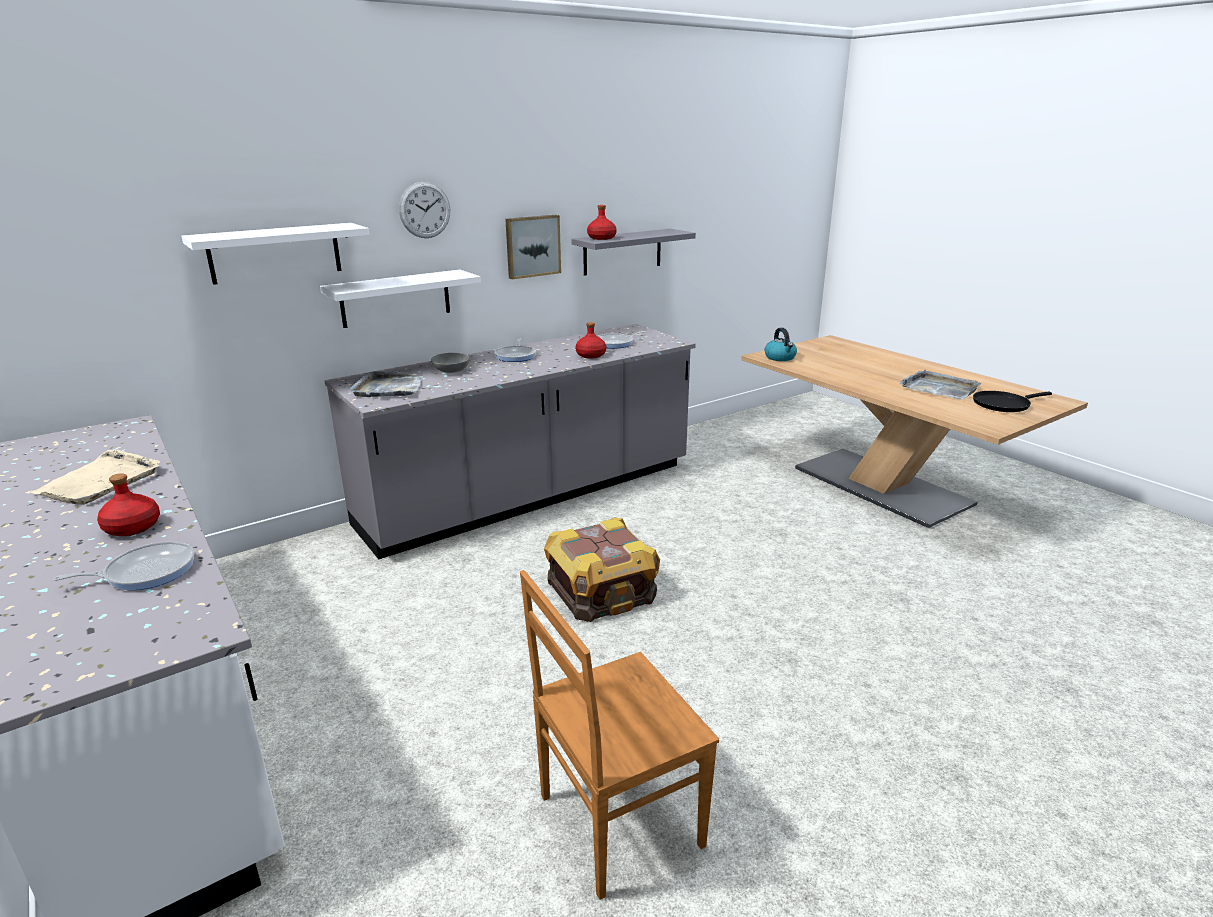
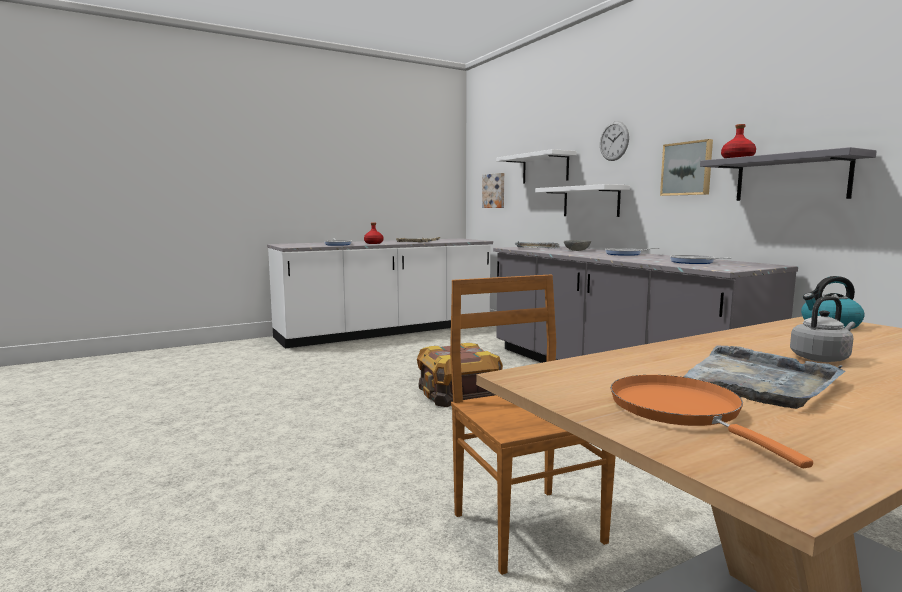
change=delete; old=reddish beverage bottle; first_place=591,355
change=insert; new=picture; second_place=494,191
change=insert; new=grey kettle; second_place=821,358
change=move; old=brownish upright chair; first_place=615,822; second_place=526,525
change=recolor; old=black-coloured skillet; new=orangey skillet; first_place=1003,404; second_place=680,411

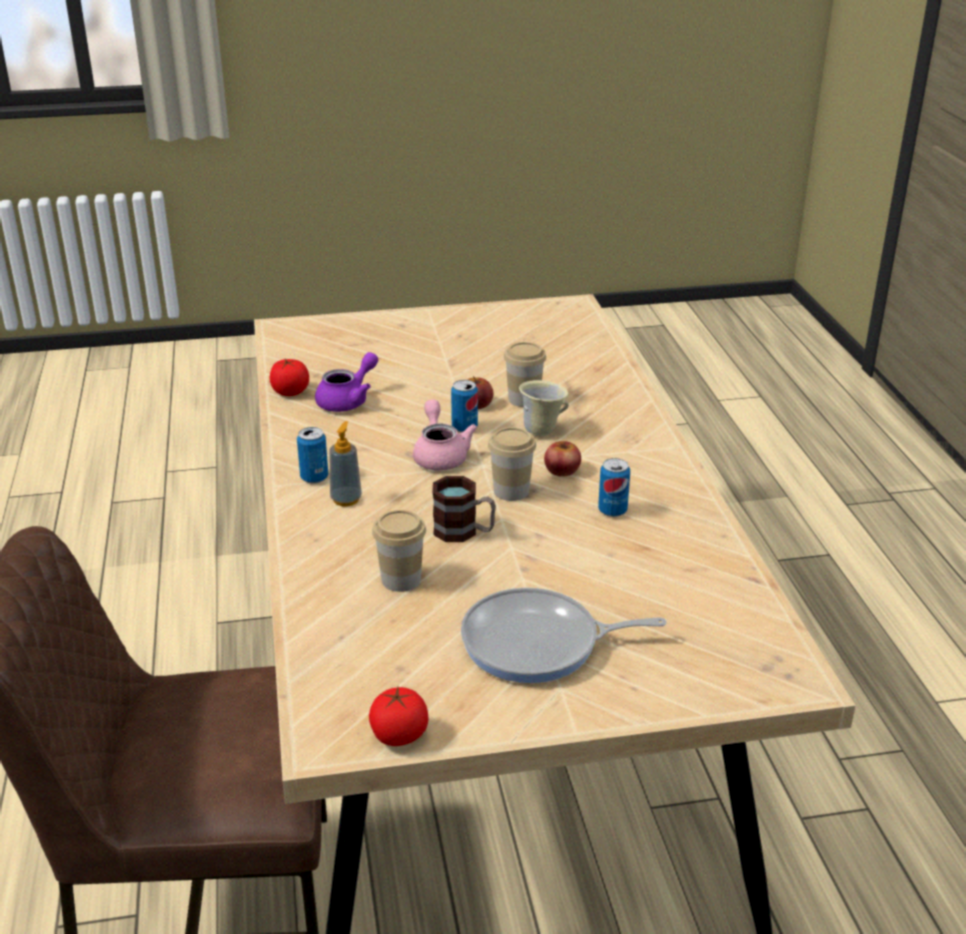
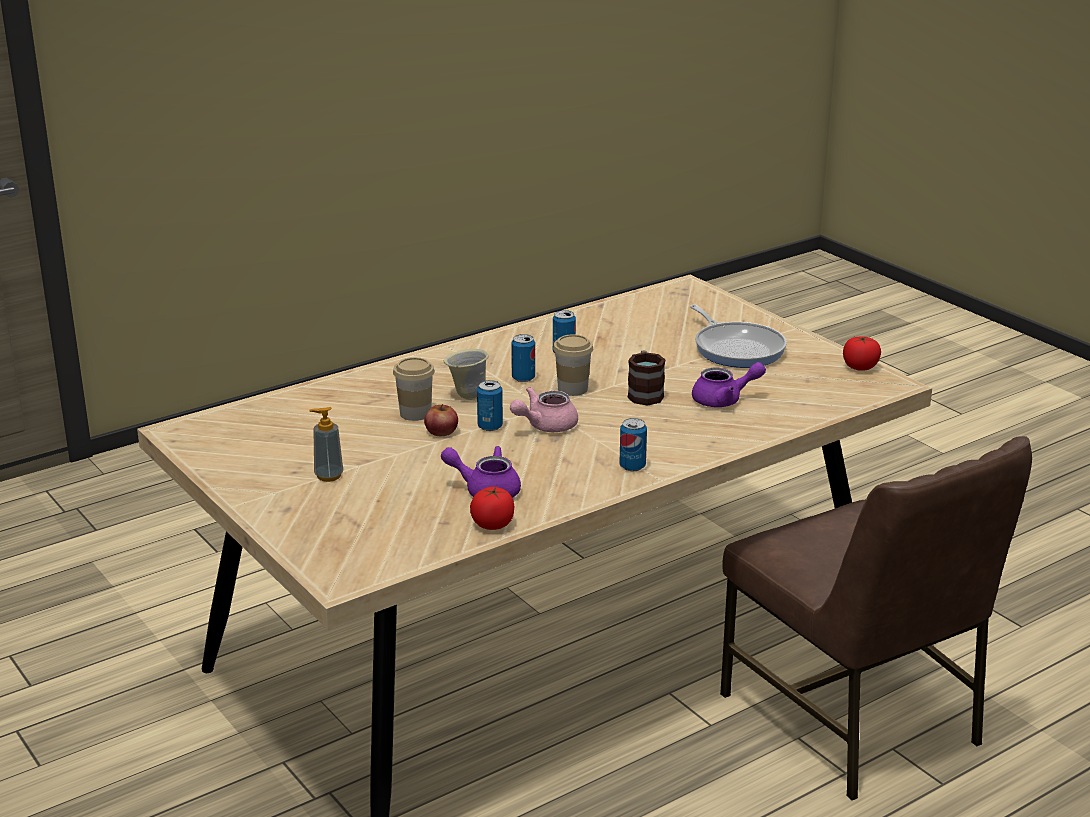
change=move; old=soap dispenser; first_place=346,499; second_place=328,476
change=replace; old=small cup; new=purple tea pot; first_place=401,579; second_place=724,400
change=replace; old=apple fruit; new=metal can; first_place=562,470; second_place=523,378

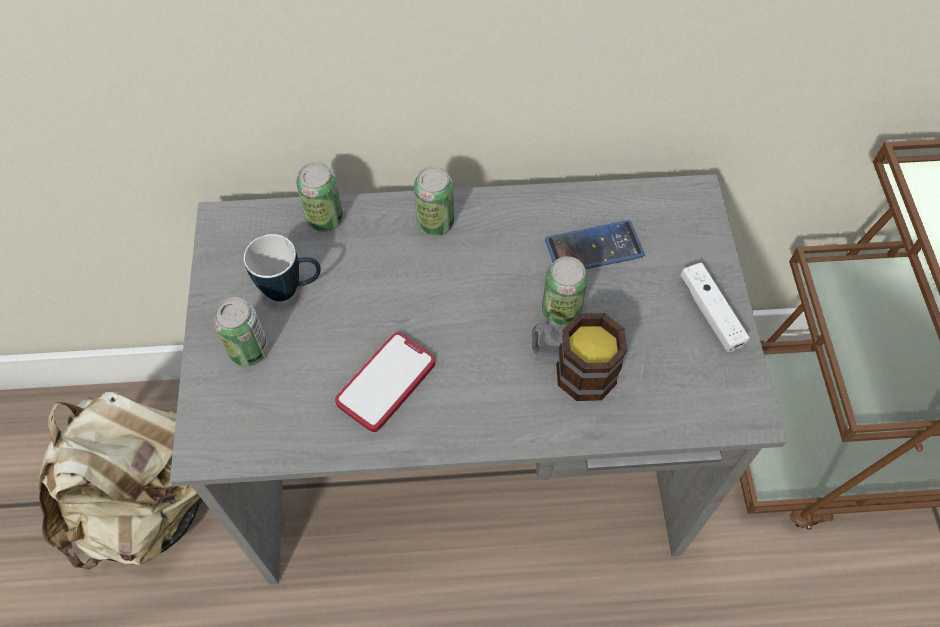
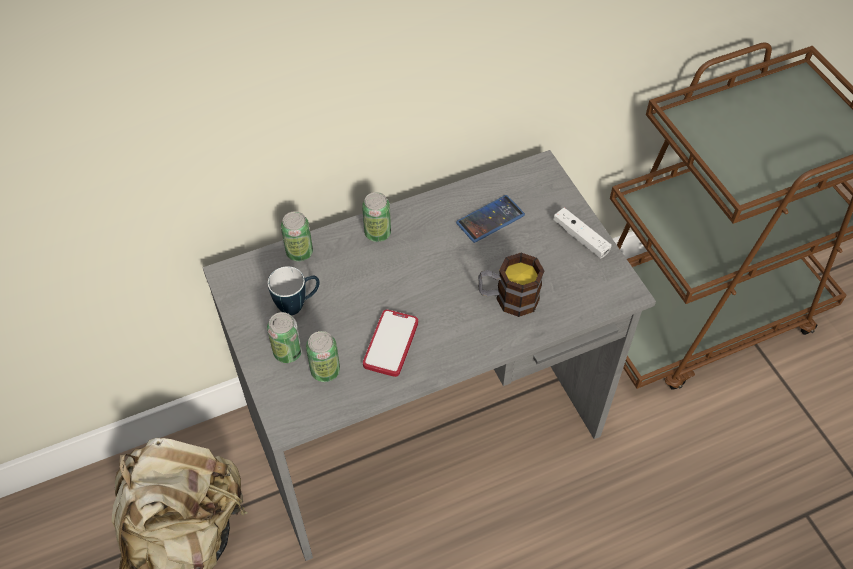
change=move; old=metal can; first_place=561,311; second_place=325,371

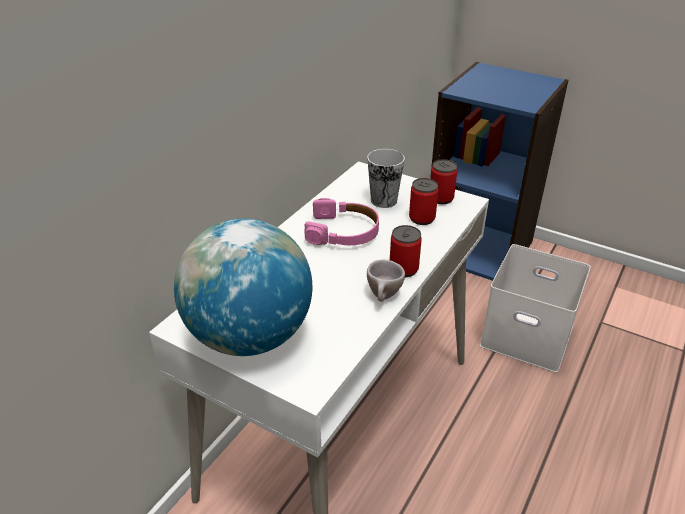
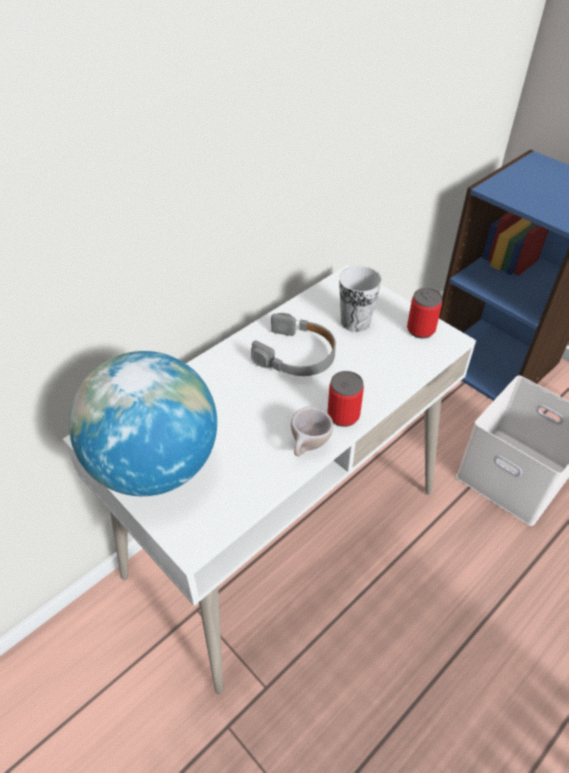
change=delete; old=metal can; first_place=422,218
change=recolor; old=pinkish headphones; new=grey headphones; first_place=343,232; second_place=296,355

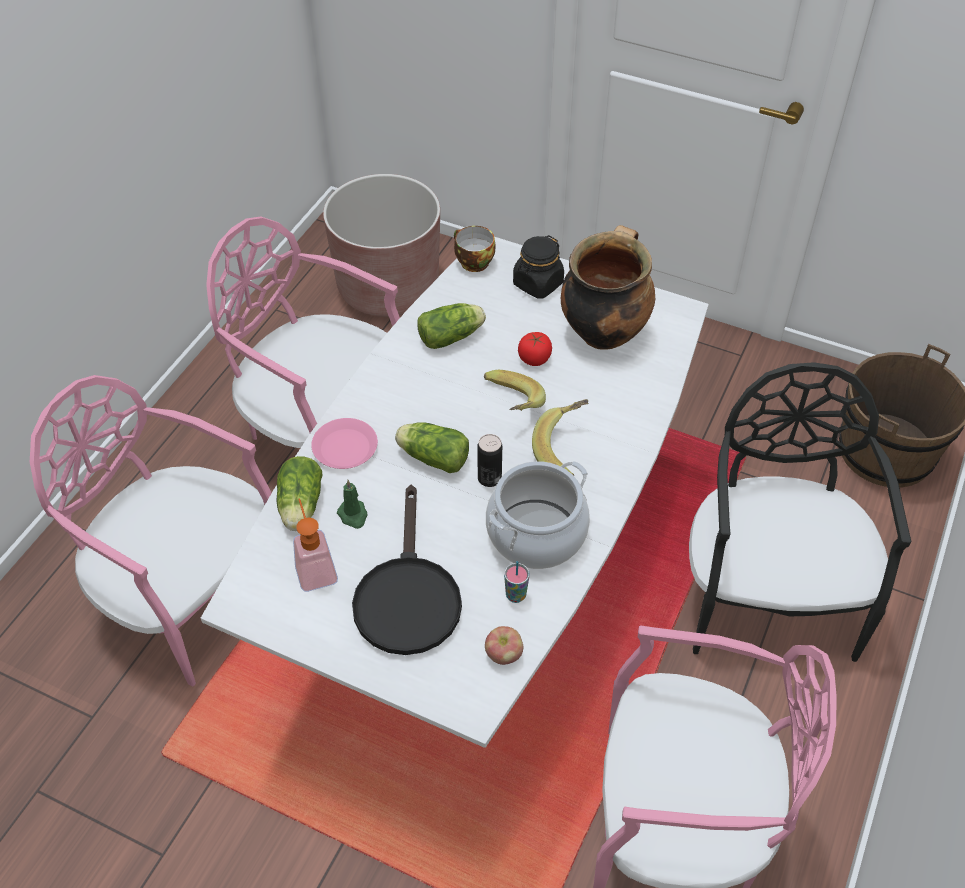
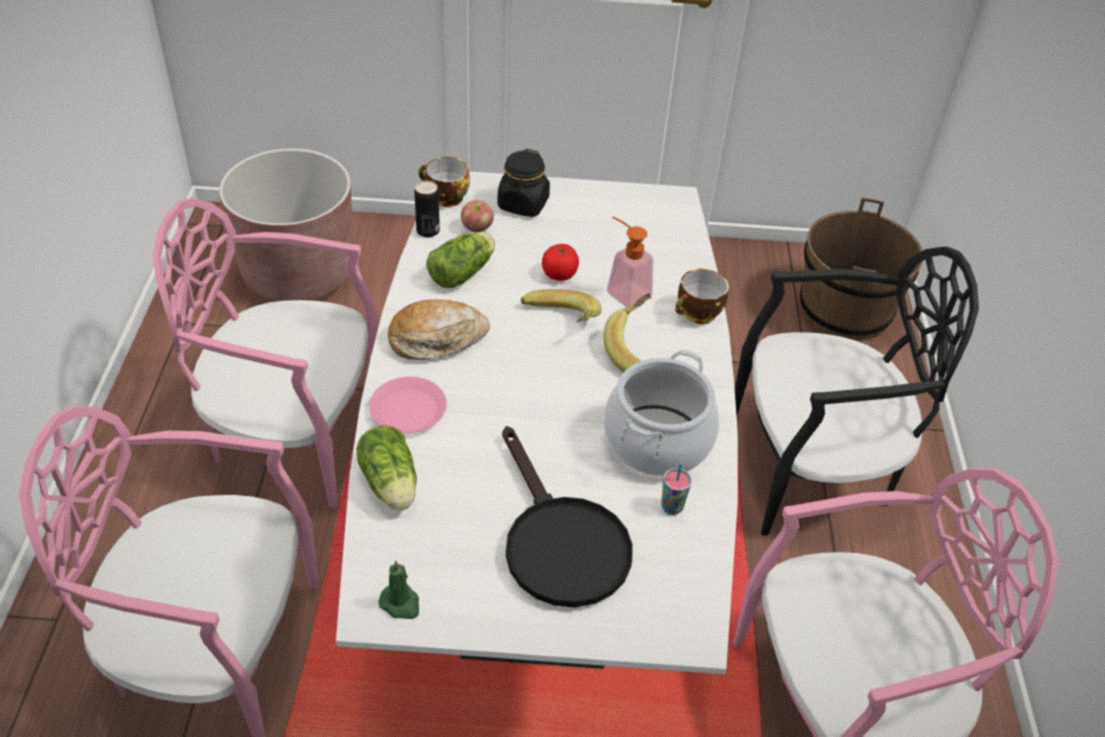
change=delete; old=head of lettuce; first_place=431,457
change=delete; old=saucepot; first_place=603,331
change=insert; new=bakery bread; second_place=437,339
change=insert; new=small cup; second_place=698,314
change=move; old=soap dispenser; first_place=314,568; second_place=623,290
change=move; old=green wax light; first_place=353,515; second_place=401,604
change=move; old=metal can; first_place=489,478; second_place=428,231
change=move; old=apple fruit; first_place=504,654; second_place=477,228
change=rotate; old=black-coloured upright chair; first_place=768,597; second_place=813,468; degrees=105

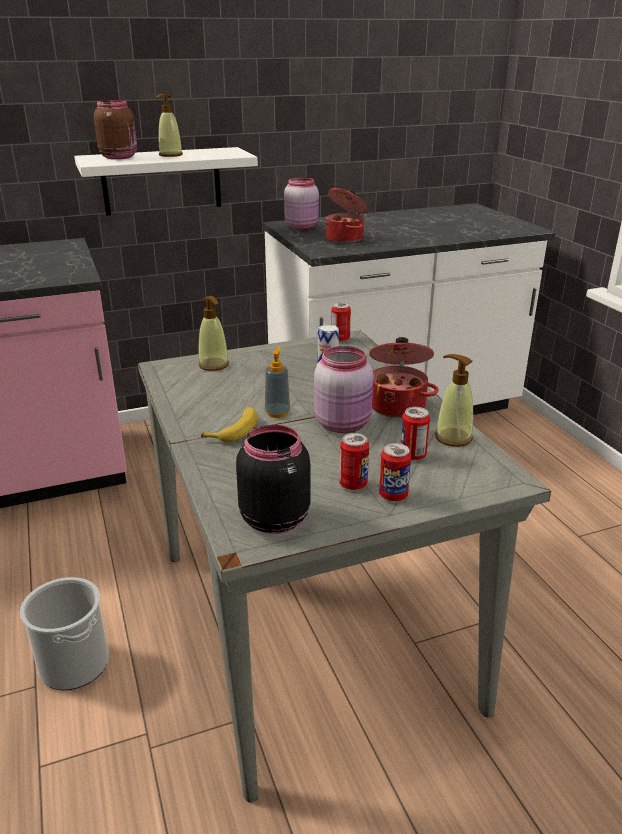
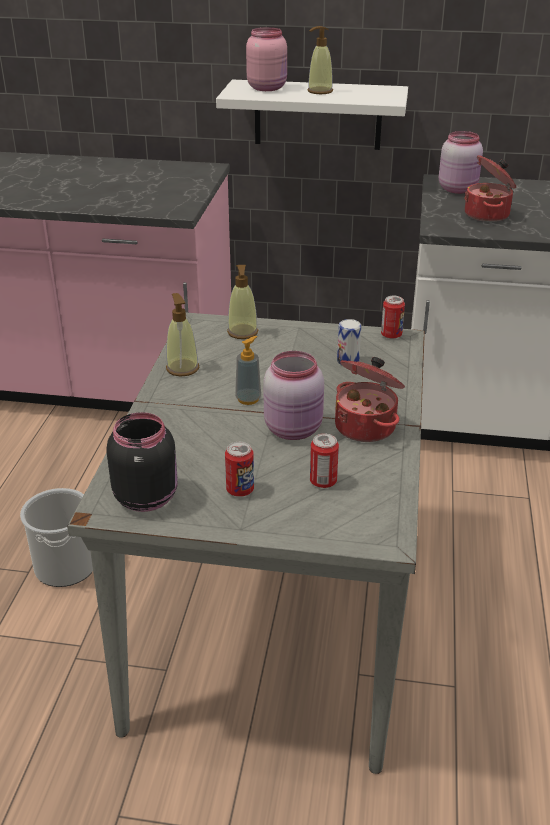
change=delete; old=banana fruit; first_place=235,430
change=delete; old=metal can; first_place=393,495
change=move; old=soap dispenser; first_place=453,437; second_place=182,368
change=recolor; old=brownish jar; new=pinkish jar; first_place=119,157; second_place=268,88

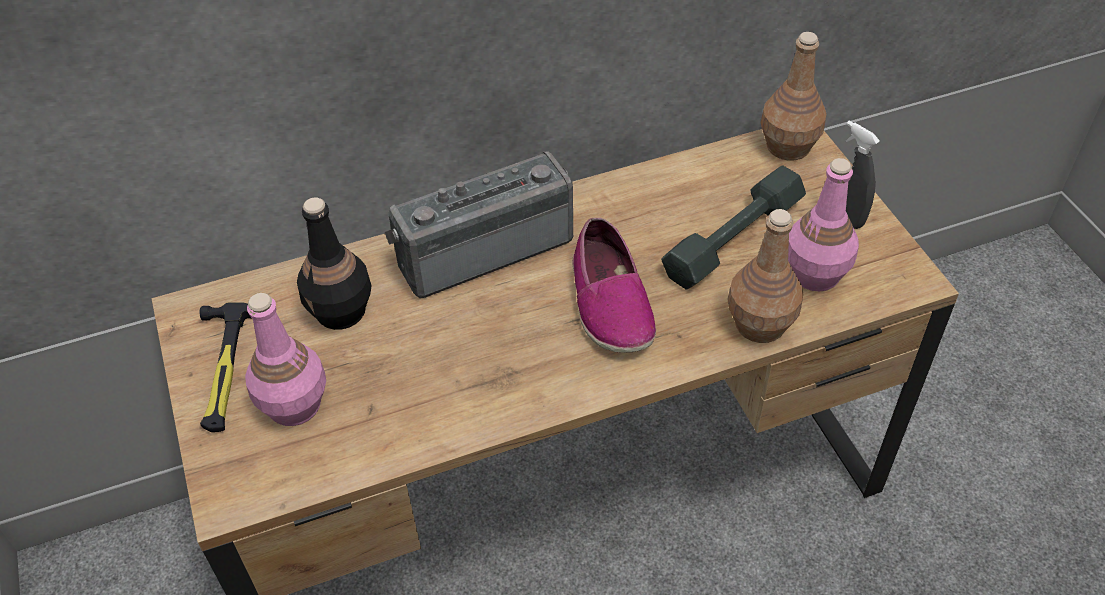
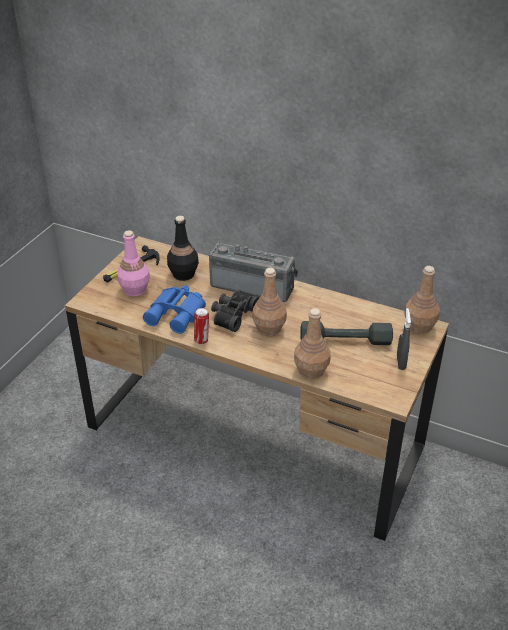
change=delete; old=pinkish beverage bottle; first_place=814,273
change=insert; new=blue-coloured field glasses; second_place=177,314
change=insert; new=metal can; second_place=202,340
change=insert; new=black-coloured field glasses; second_place=232,315
change=replace; old=shoe; new=brownish beverage bottle; first_place=609,302; second_place=269,328

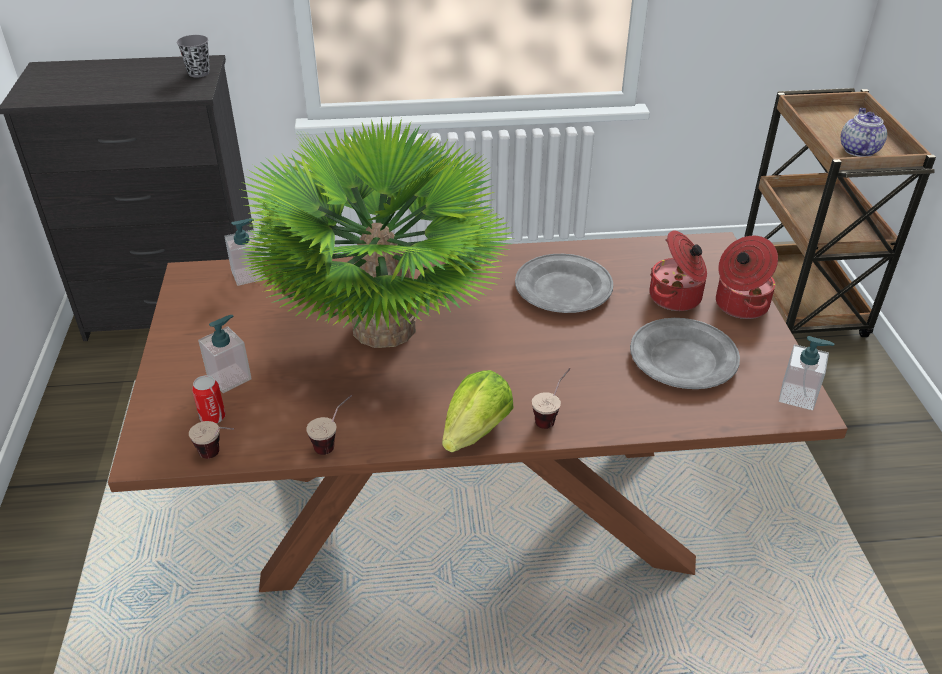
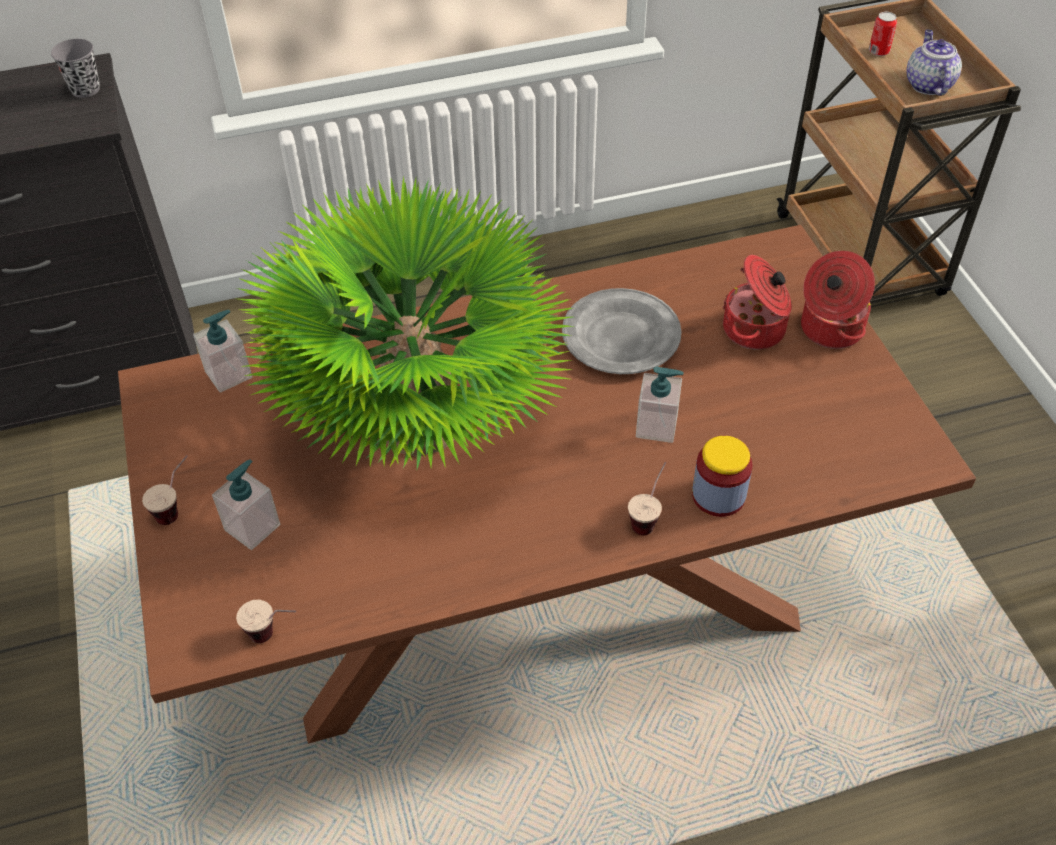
change=delete; old=head of lettuce; first_place=476,431
change=delete; old=grey flat dish; first_place=683,358
change=insert; new=jar; second_place=718,495
change=move; old=metal can; first_place=212,417; second_place=879,51
change=move; old=small cup; first_place=334,442; second_place=177,507
change=move; old=soap dispenser; first_place=798,395; second_place=657,426

